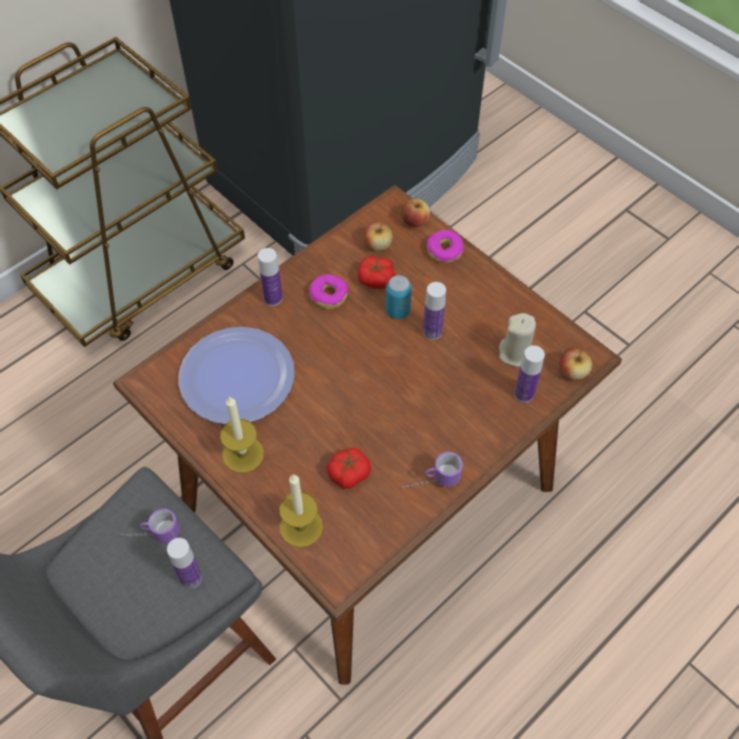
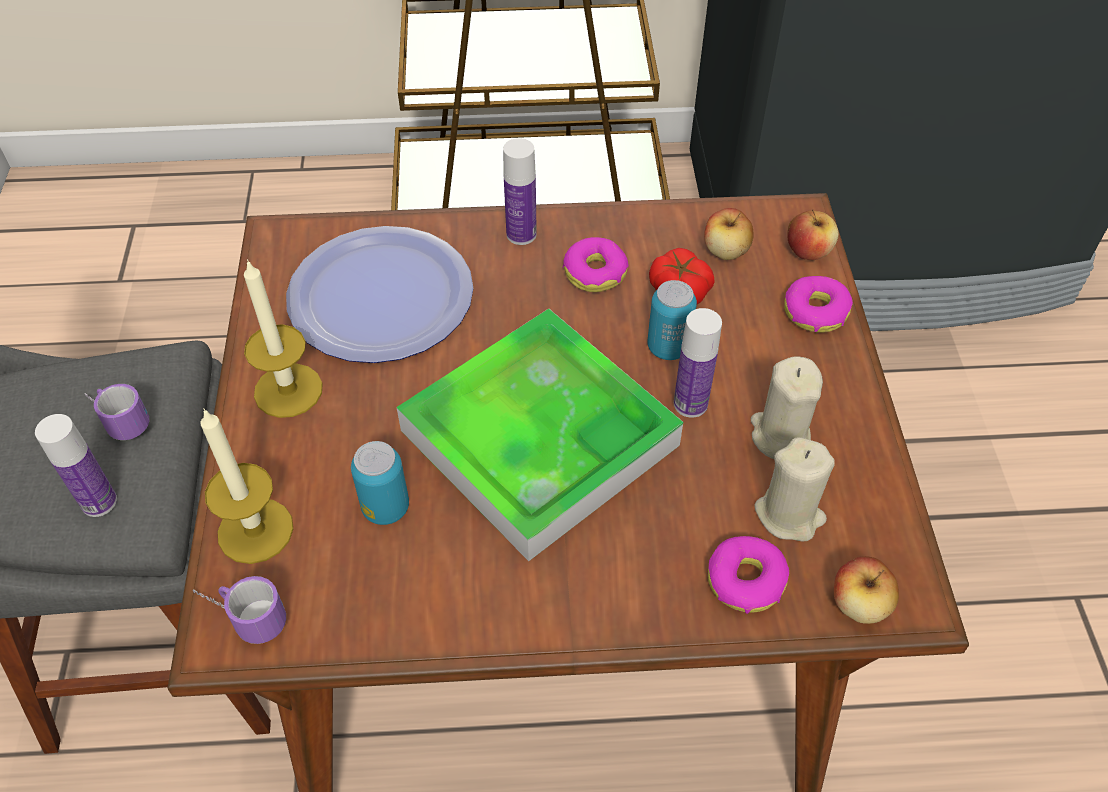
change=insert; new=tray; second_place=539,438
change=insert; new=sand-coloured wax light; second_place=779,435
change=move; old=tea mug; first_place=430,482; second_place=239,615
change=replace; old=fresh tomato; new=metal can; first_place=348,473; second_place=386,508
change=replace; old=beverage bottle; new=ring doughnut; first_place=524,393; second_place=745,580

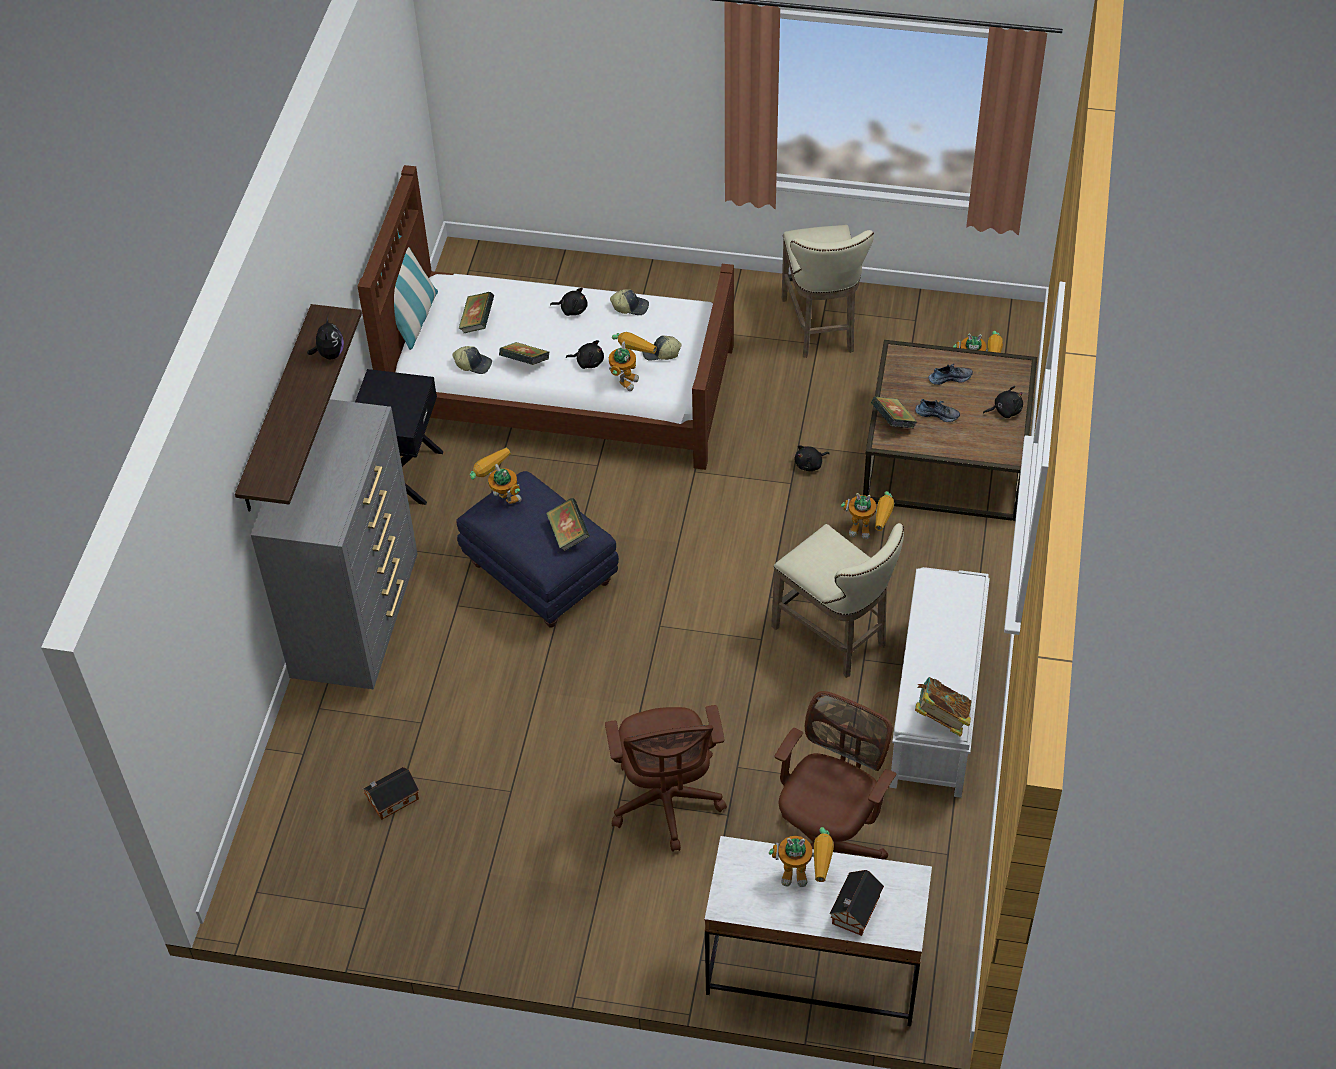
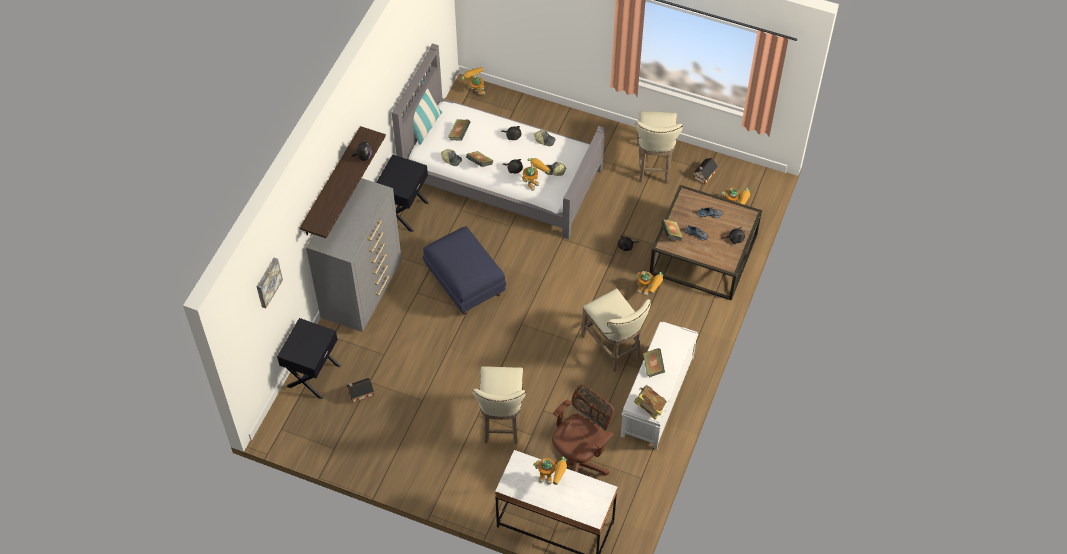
change=insert; new=picture; second_place=267,282
change=insert; new=black-coloured night table; second_place=313,375
change=move; old=robot figure; first_place=500,496; second_place=475,90
change=move; old=volume; first_place=568,534; second_place=653,367
change=move; old=toy house; first_place=854,912; second_place=704,175
change=replace; old=brownish desk chair; new=sand-coloured stool; first_place=666,803; second_place=501,422
change=recolor; old=brownish bedroom bed; new=grey bedroom bed; first_place=559,387; second_place=500,176

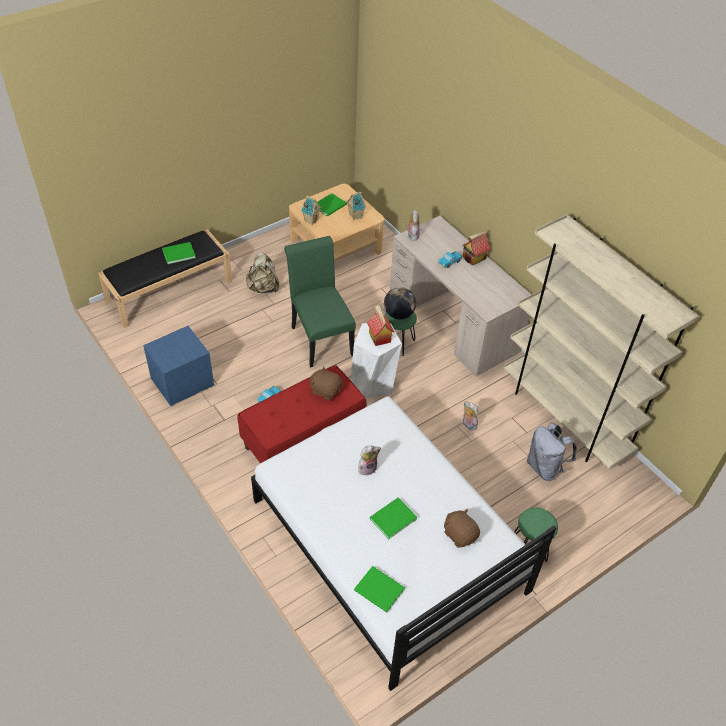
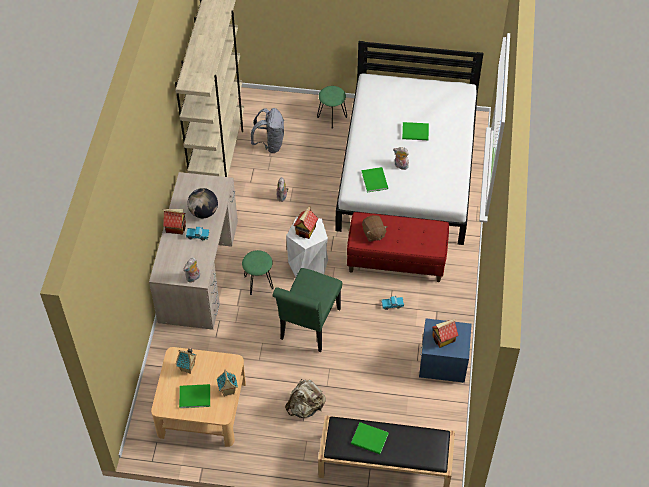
change=delete; old=brownish plush toy; first_place=460,534
change=insert; new=toy house; second_place=443,339
change=move; old=green volume; first_place=379,591; second_place=375,179
change=move; old=desk globe; first_place=399,314; second_place=203,212

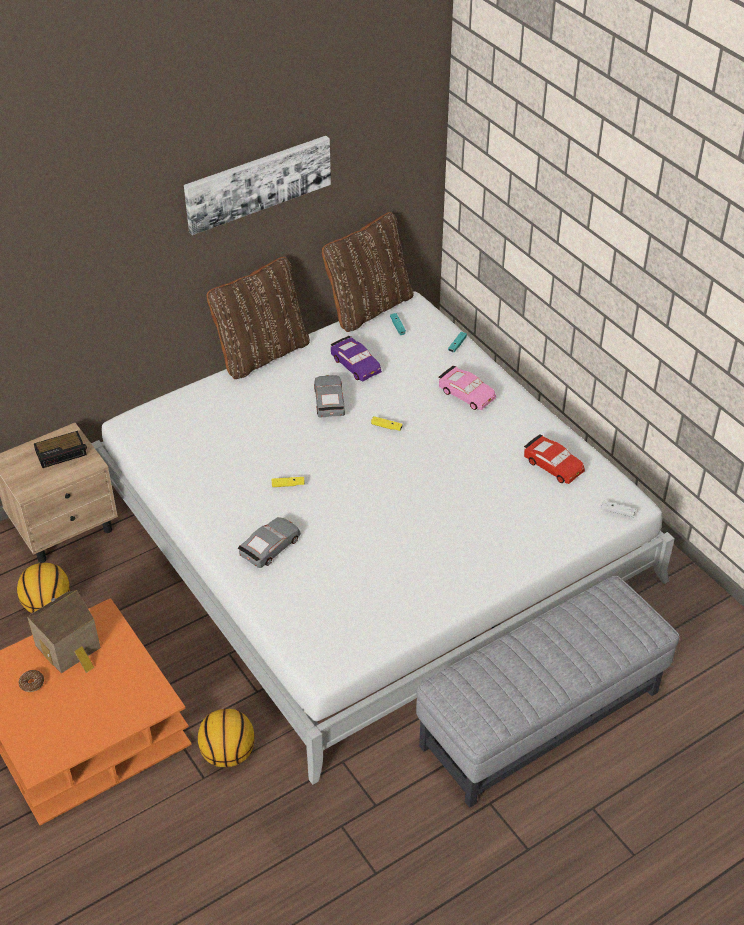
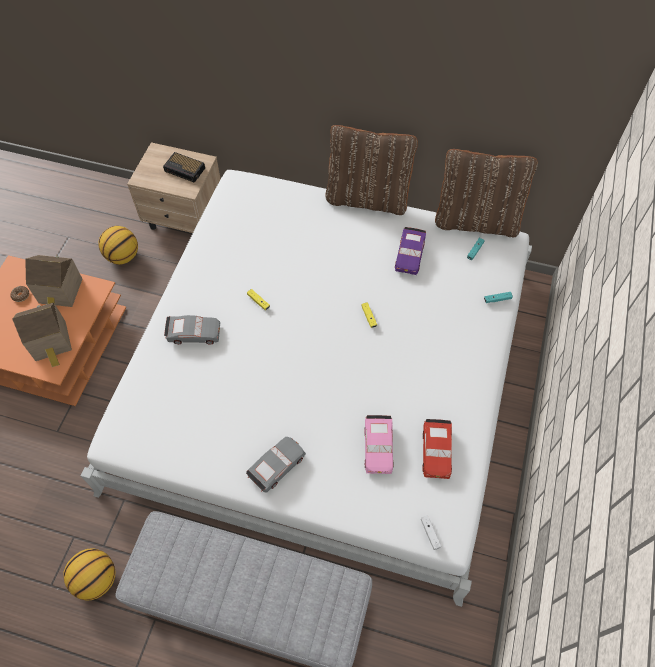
change=delete; old=picture; first_place=257,183
change=insert; new=toy house; second_place=51,343
change=move; old=basketball; first_place=227,754; second_place=96,579
change=move; old=grey miniature car; first_place=329,402; second_place=276,466
change=move; old=pinkish miniature car; first_place=466,394; second_place=378,447

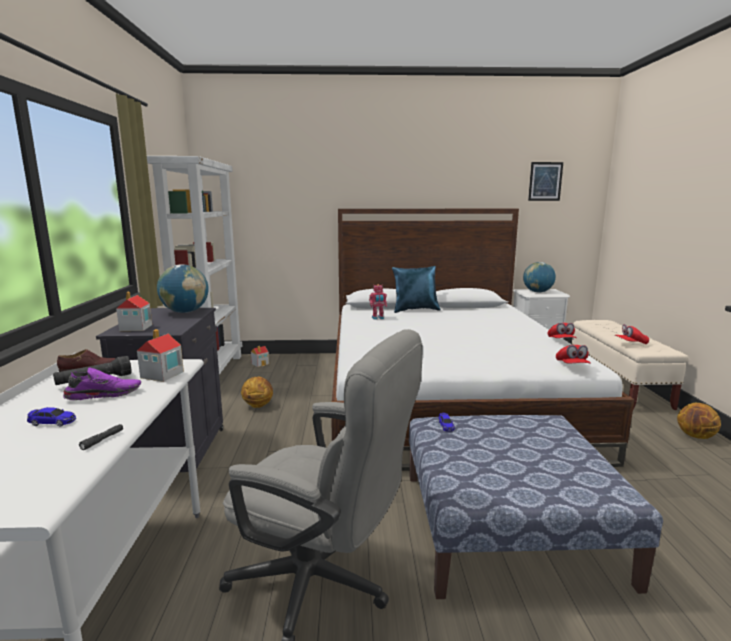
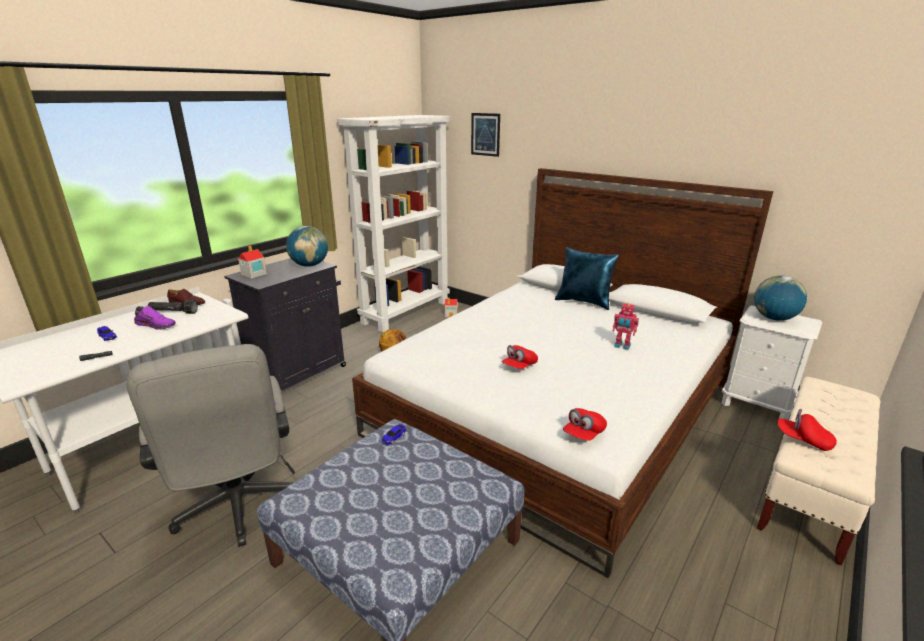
change=delete; old=toy house; first_place=162,375
change=delete; old=basketball; first_place=695,436
change=move; old=robot figure; first_place=378,318; second_place=622,346
change=move; old=picture; first_place=545,181; second_place=485,134
change=move; old=reddish baseball cap; first_place=561,341; second_place=519,366

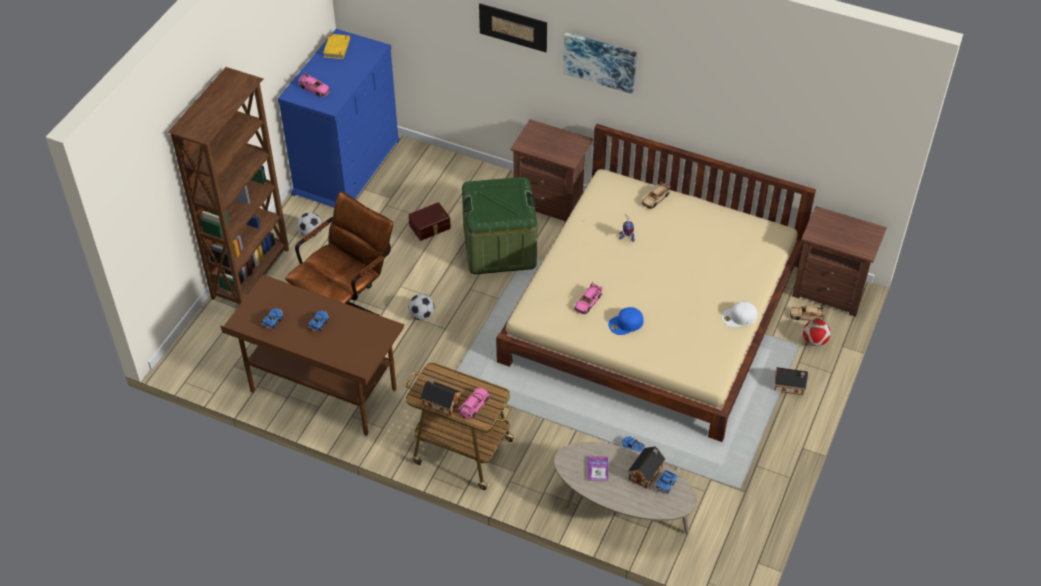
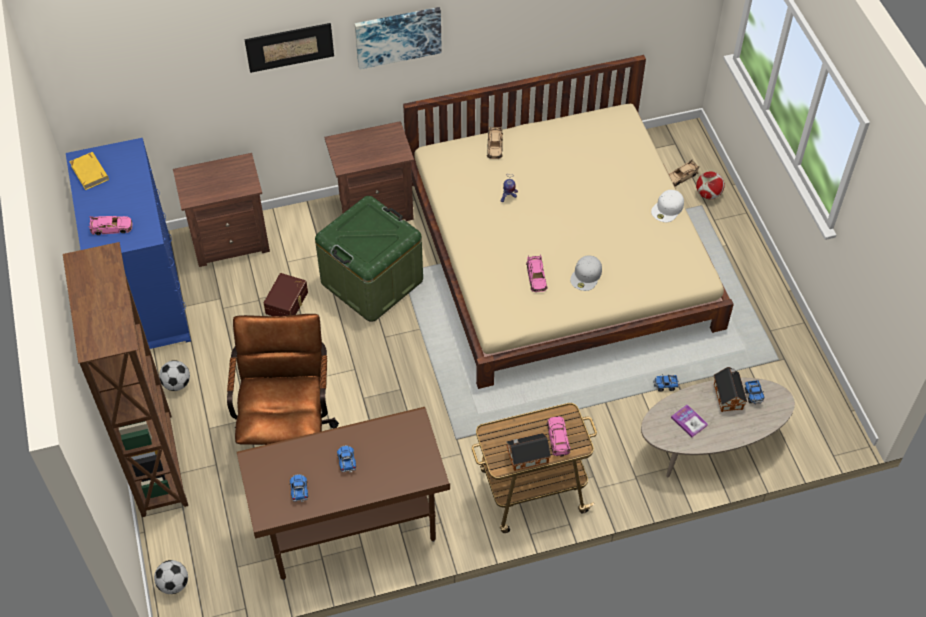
change=delete; old=toy house; first_place=790,386
change=move; old=football ball; first_place=422,315; second_place=173,584
change=move; old=brownish night table; first_place=830,291; second_place=231,240
change=recolor; old=blue-coloured baseball cap; new=white baseball cap; first_place=625,324; second_place=586,275

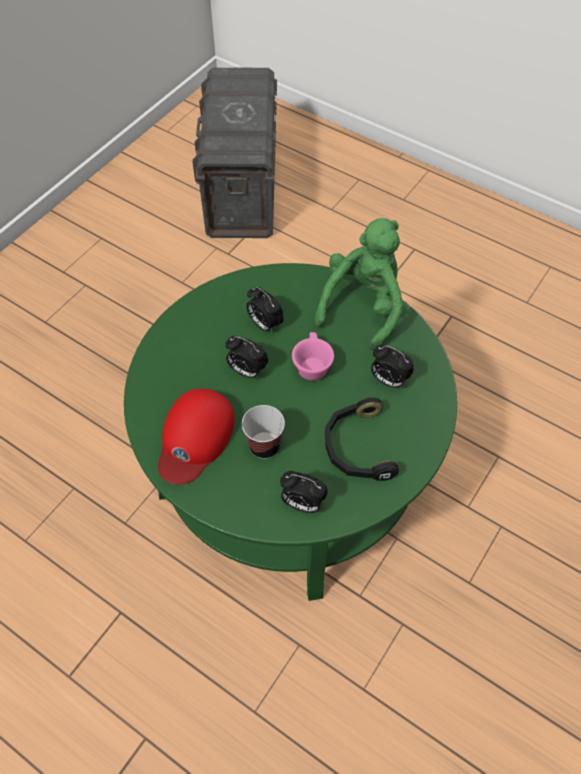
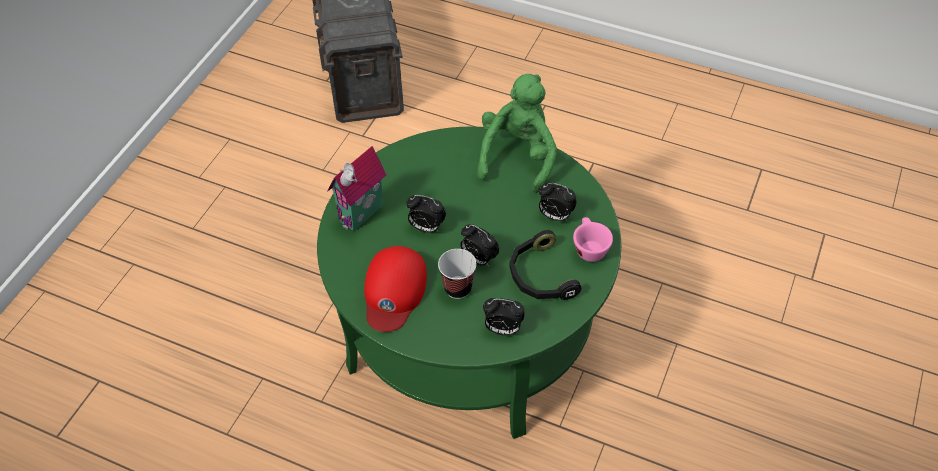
change=insert; new=toy house; second_place=363,215
change=move; old=bedside clock; first_place=264,324; second_place=478,259
change=move; old=pinkish small cup; first_place=311,364; second_place=588,247

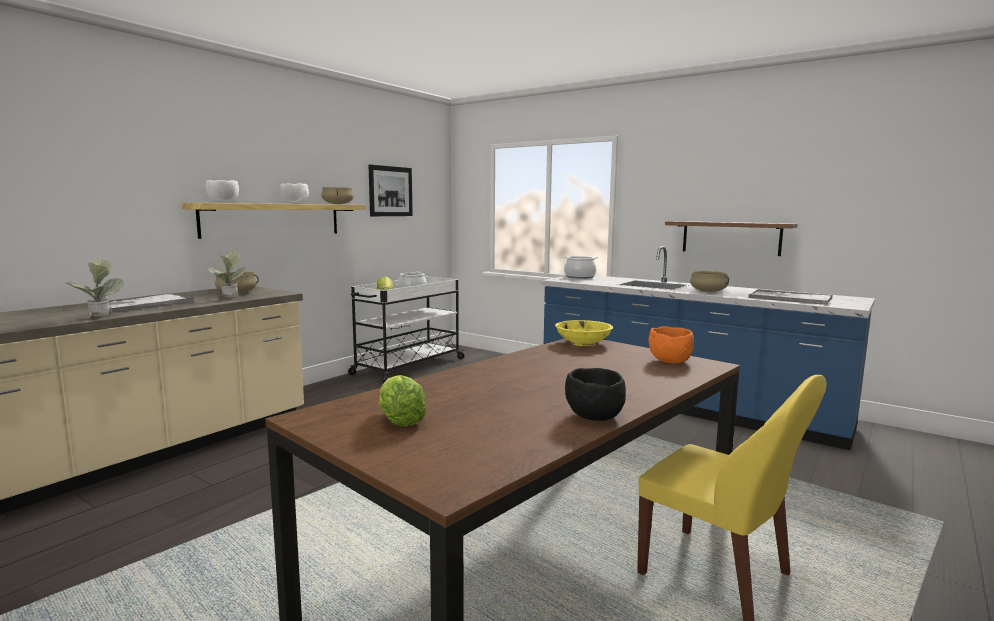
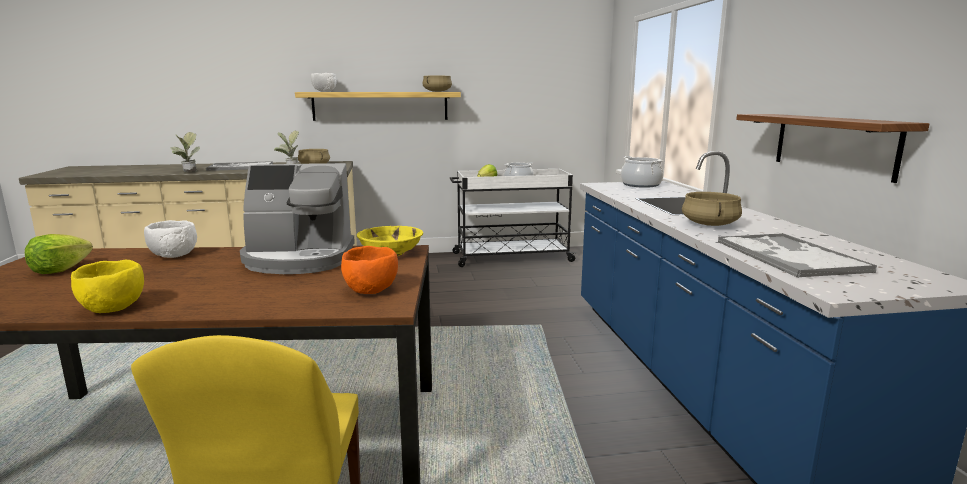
change=delete; old=picture; first_place=390,191
change=insert; new=coffee maker; second_place=299,259
change=move; old=white deep dish; first_place=295,203; second_place=173,256
change=recolor; old=black-coloured deep dish; new=yellow deep dish; first_place=592,416; second_place=113,308

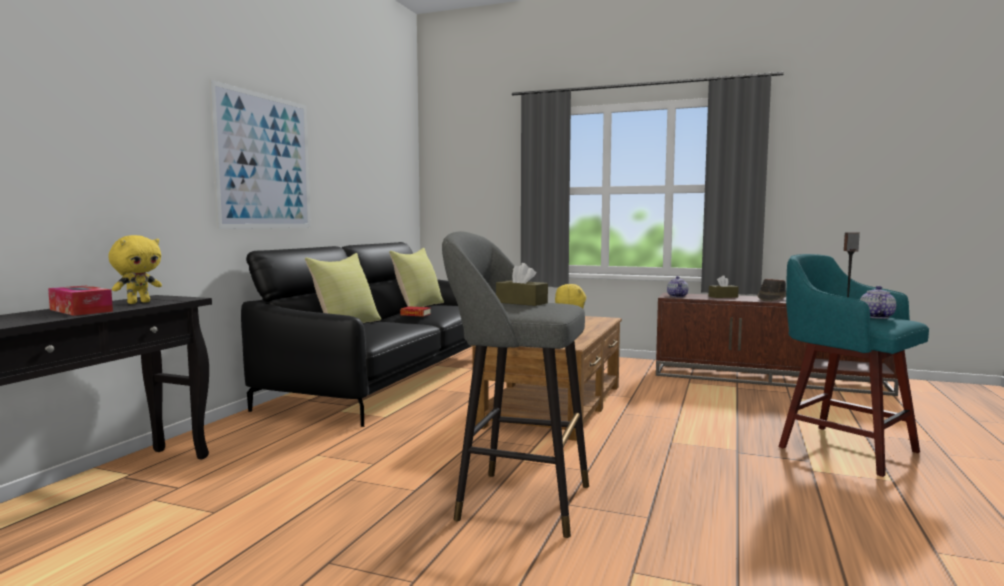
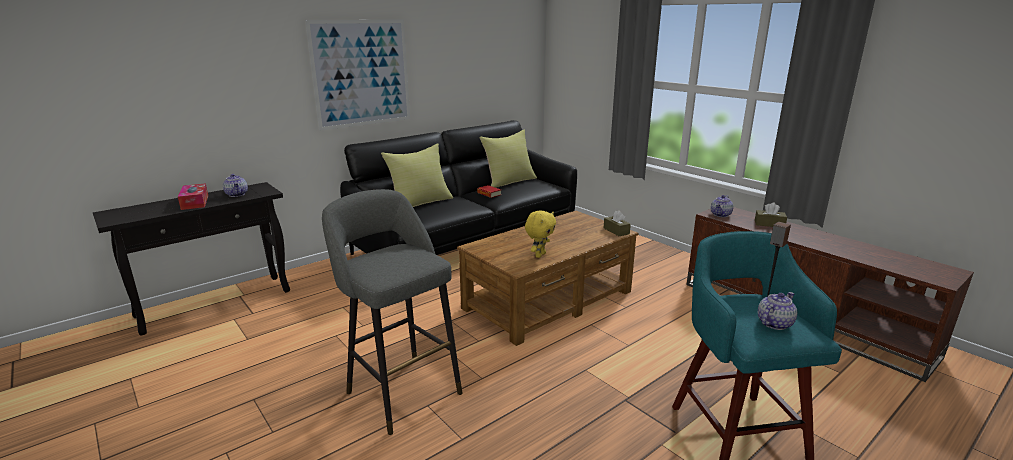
change=delete; old=brownish wearable hat; first_place=771,299
change=move; old=brownish box of tissues; first_place=521,302; second_place=616,231
change=replace; old=yellow plush toy; new=tea pot; first_place=138,302; second_place=237,194

